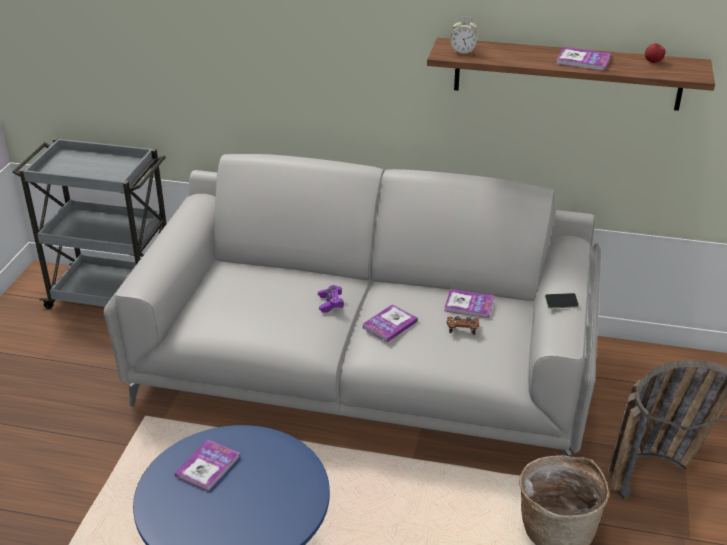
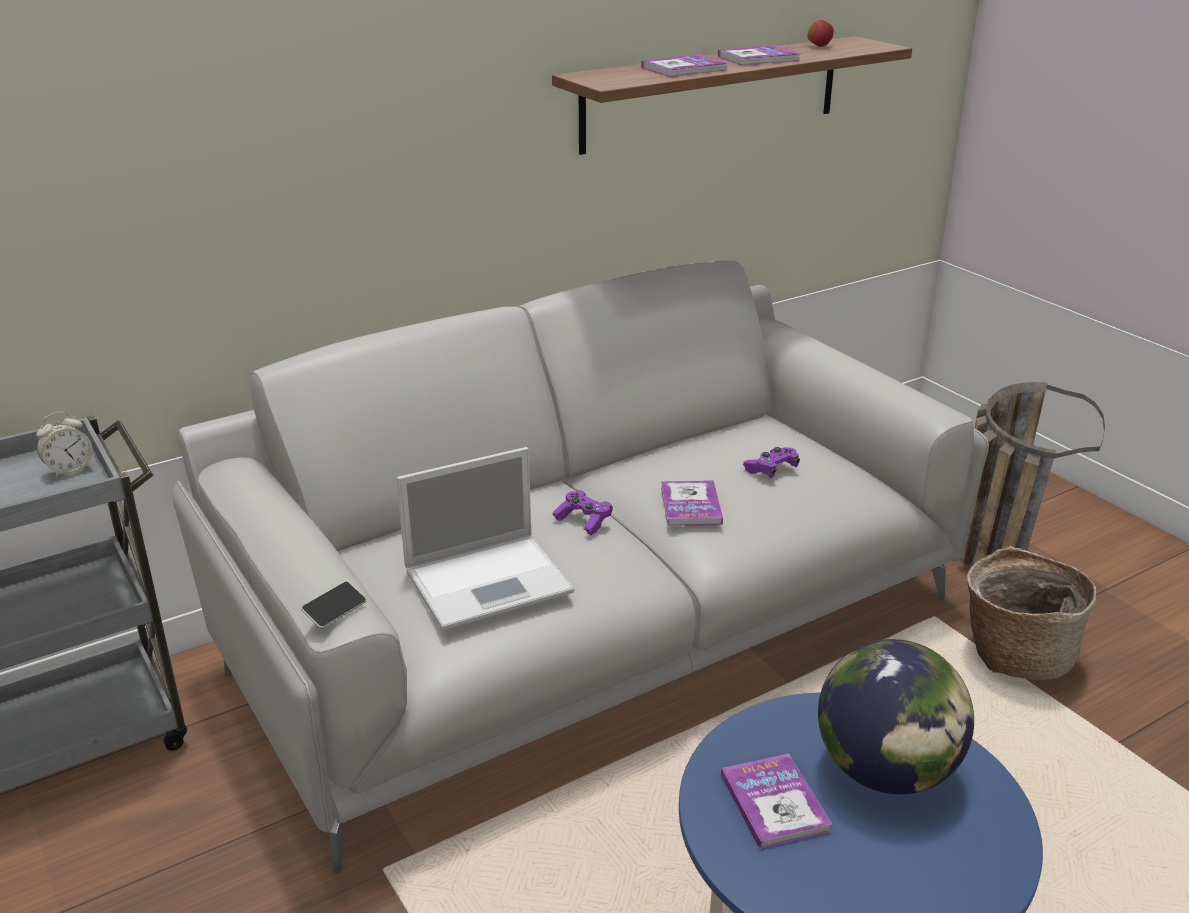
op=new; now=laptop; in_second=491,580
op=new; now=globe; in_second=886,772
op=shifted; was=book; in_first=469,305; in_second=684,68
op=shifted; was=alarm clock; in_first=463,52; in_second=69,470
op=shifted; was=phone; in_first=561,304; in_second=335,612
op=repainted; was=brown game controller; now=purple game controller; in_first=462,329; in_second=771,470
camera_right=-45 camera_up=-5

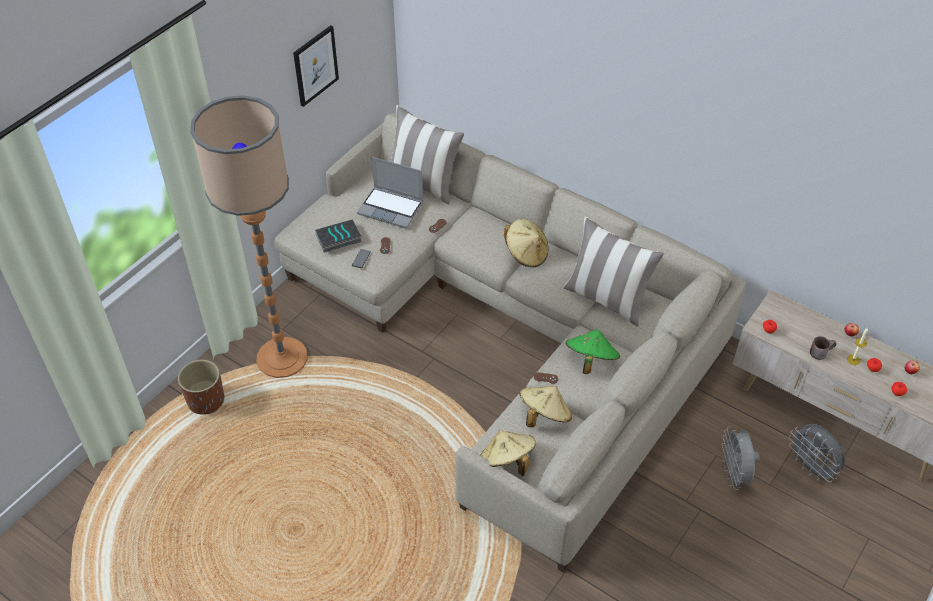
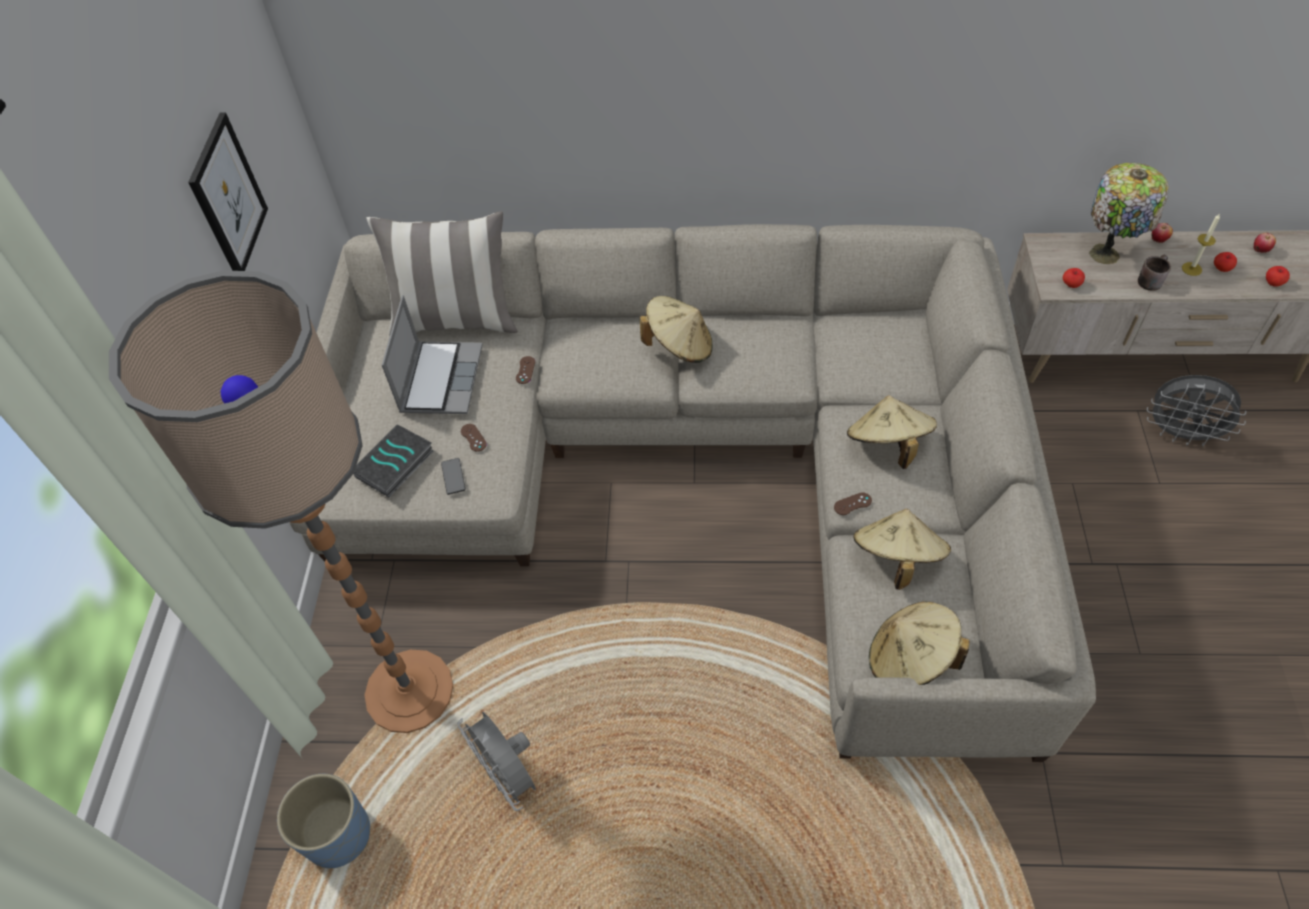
op=gone; was=pillow; in_first=607,299
op=new; now=table lamp; in_second=1107,254
op=shifted; was=grey fan; in_first=734,474; in_second=509,775
op=repainted; was=brown planter; now=blue planter; in_first=206,400; in_second=337,834
op=repainted; was=green hat; now=beige hat; in_first=590,360; in_second=887,445
op=rotated; was=laptop; in_first=391,208; in_second=440,378; clockwise=-75
camera_right=-30 camera_up=5

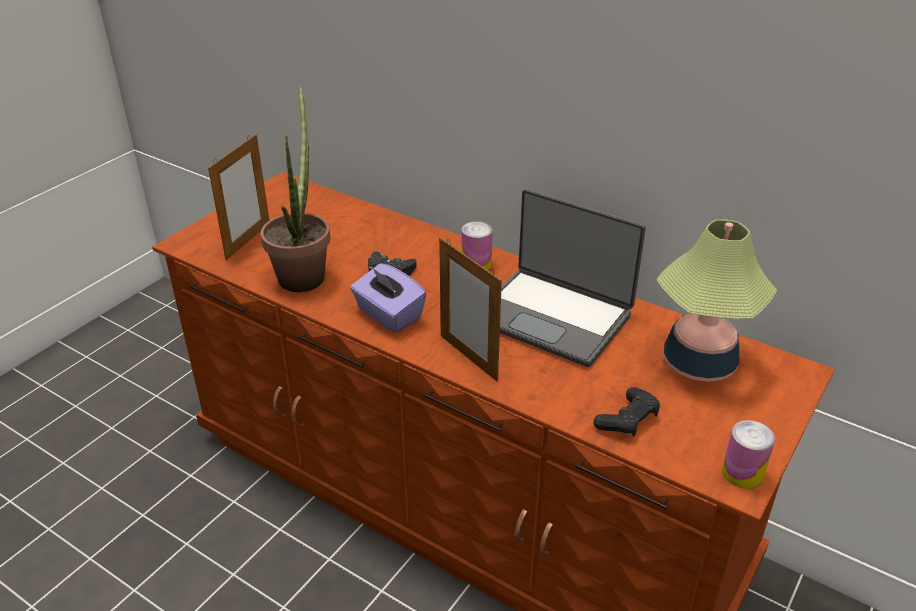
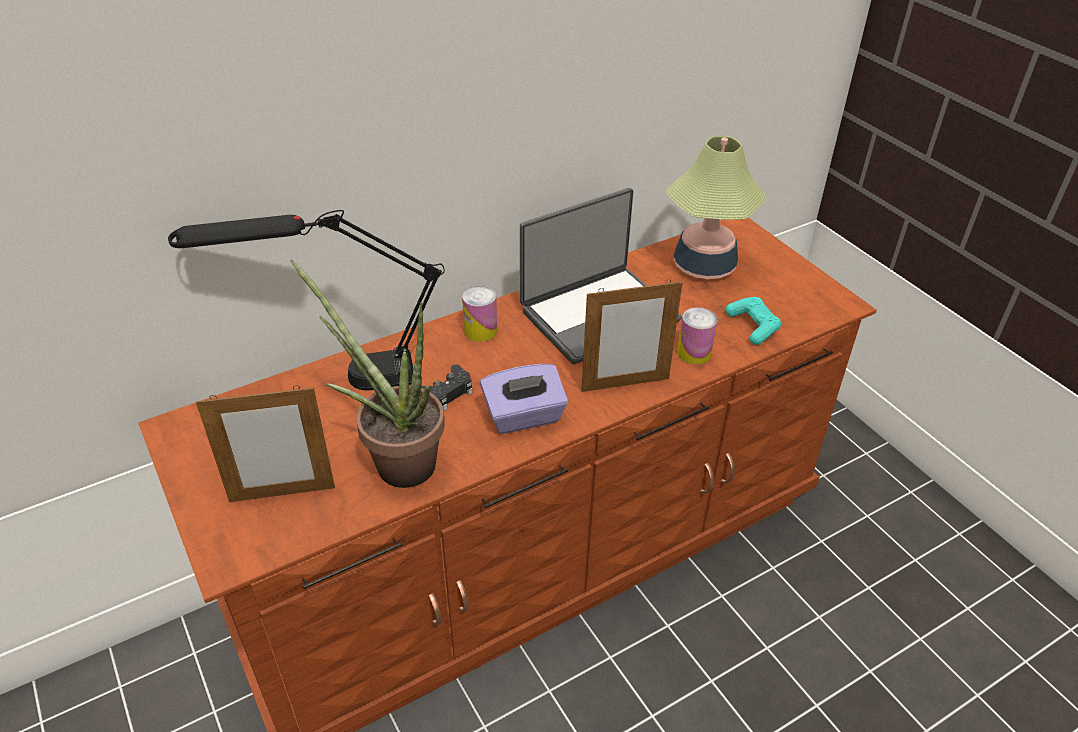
op=new; now=black table lamp; in_second=336,380
op=shifted; was=can; in_first=742,473; in_second=694,353
op=repainted; was=black game controller; now=turquoise game controller; in_first=627,420; in_second=753,326
op=rotated; was=picture frame; in_first=248,240; in_second=282,494; clockwise=120
camera_right=-65 camera_up=5

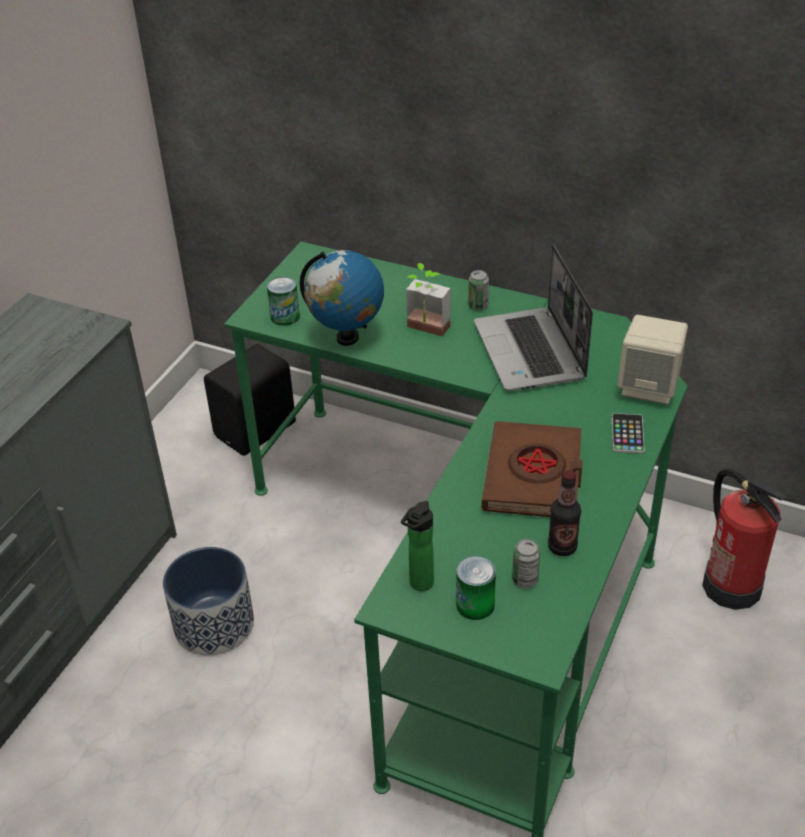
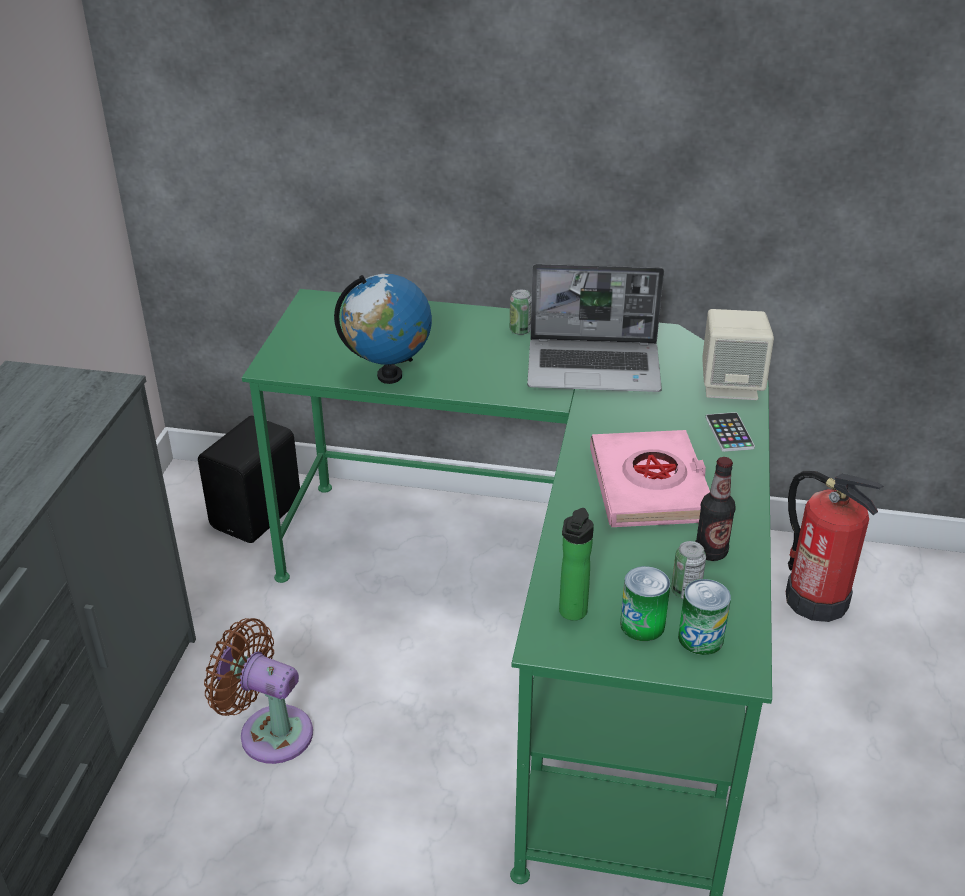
op=gone; was=potted plant; in_first=425,331
op=shifted; was=can; in_first=285,317; in_second=700,638
op=swapped; was=planter; now=brown fan; in_first=214,625; in_second=269,731
op=repainted; was=brown book; now=pink book; in_first=533,476; in_second=650,486
op=rotated; was=laptop; in_first=531,352; in_second=595,368; clockwise=-60
camera_right=-15 camera_up=-5

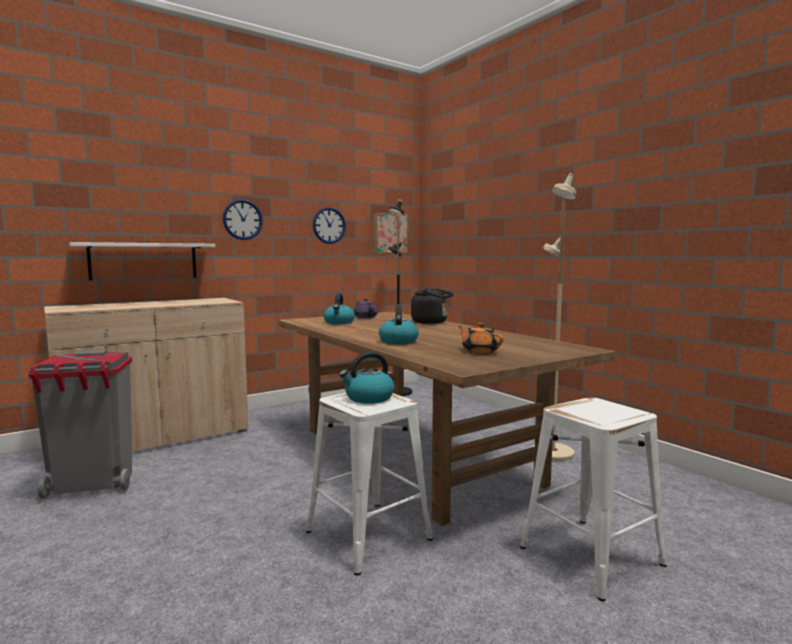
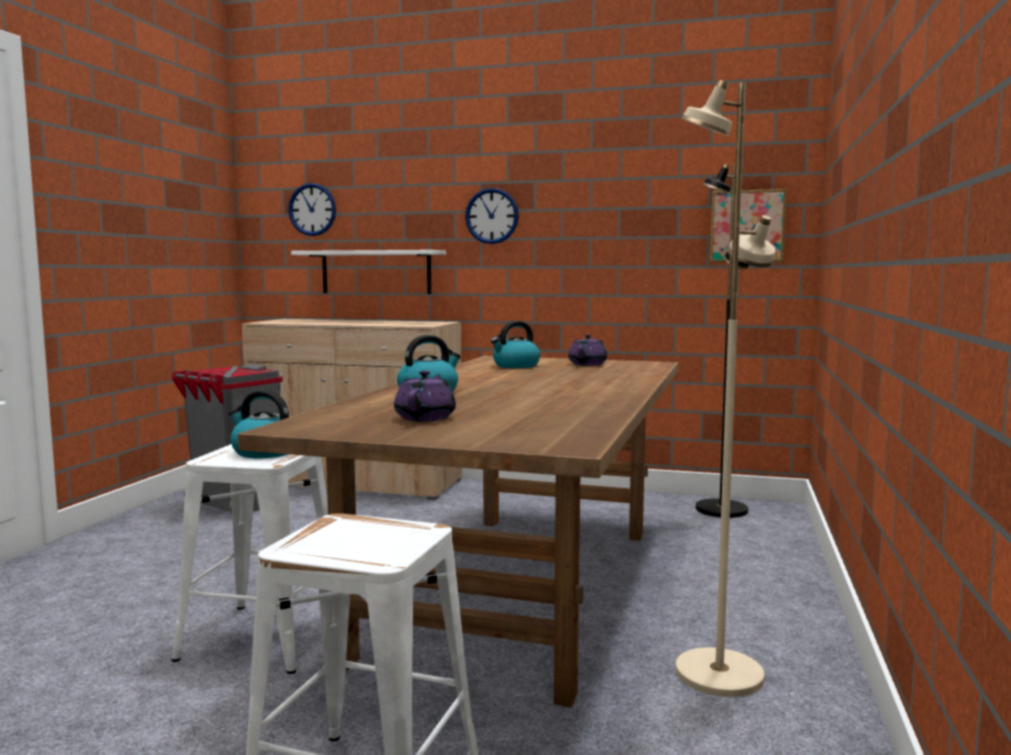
op=gone; was=black kettle; in_first=432,322
op=shifted; was=wall clock; in_first=329,225; in_second=312,209
op=repainted; was=orange teapot; now=purple teapot; in_first=480,351; in_second=426,418
camera_right=50 camera_up=0

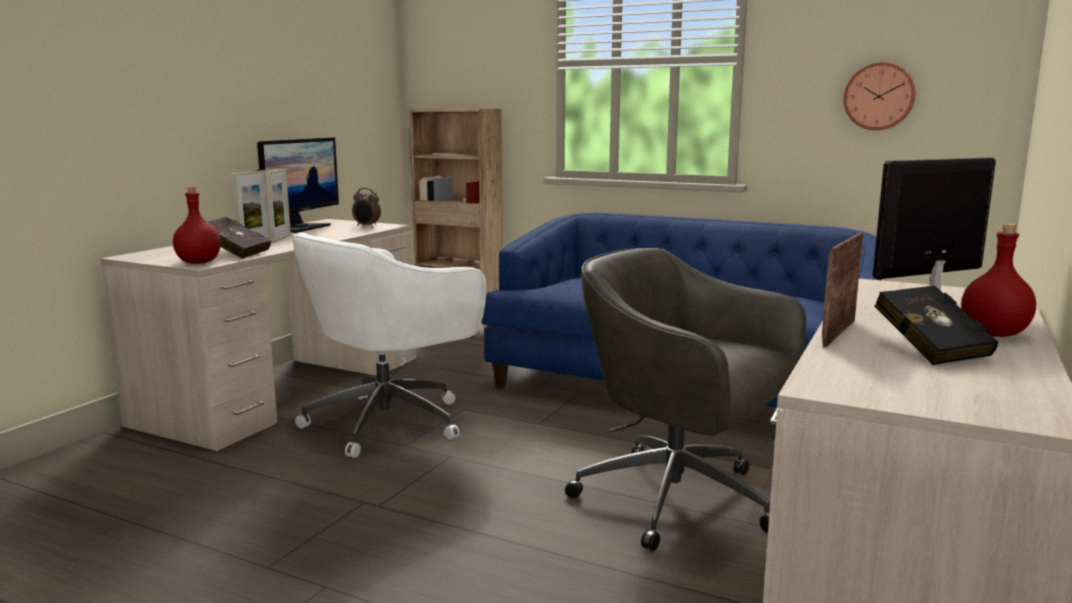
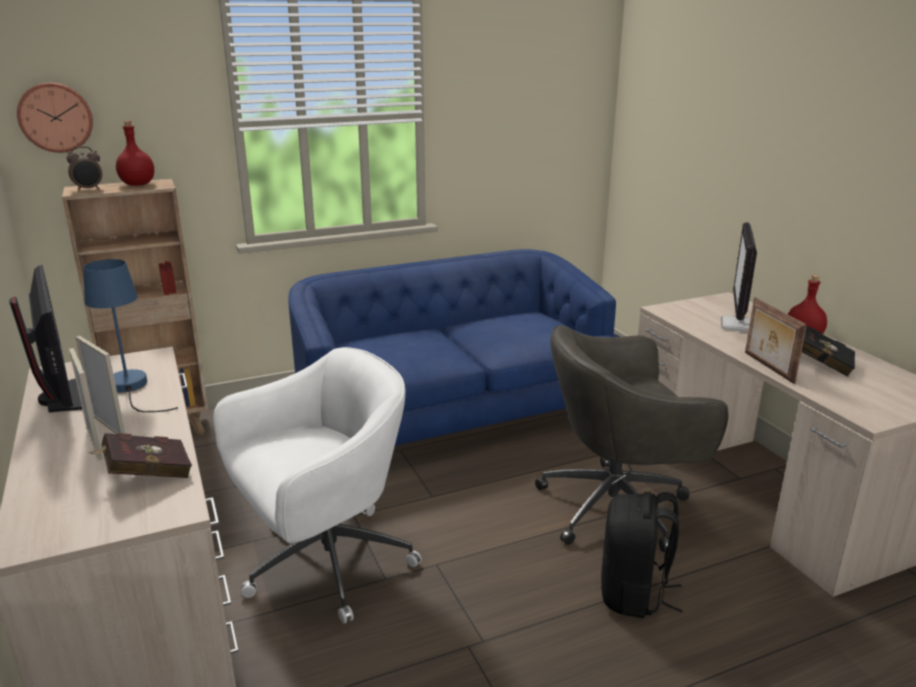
op=new; now=blue table lamp; in_second=131,388
op=new; now=black backpack; in_second=634,594
op=shifted; was=red bottle; in_first=198,262; in_second=138,184
op=shifted; was=alarm clock; in_first=367,226; in_second=89,189
op=shifted; was=wall clock; in_first=879,96; in_second=55,117
op=rotated; was=white office chair; in_first=390,421; in_second=324,564; clockwise=-120
camera_right=-50 camera_up=10

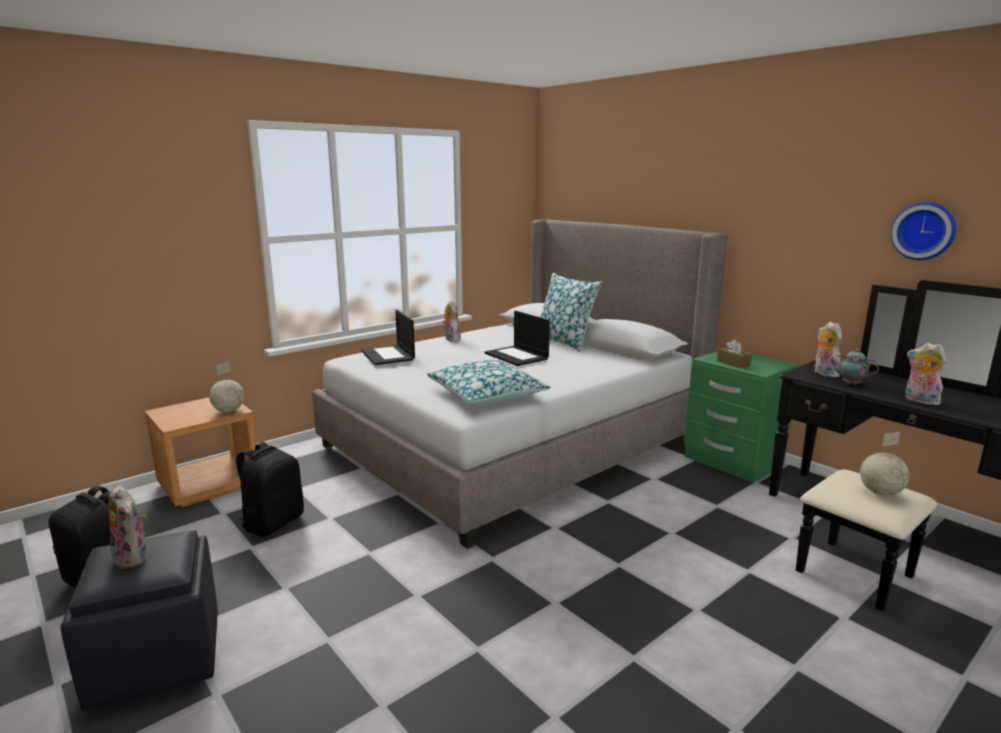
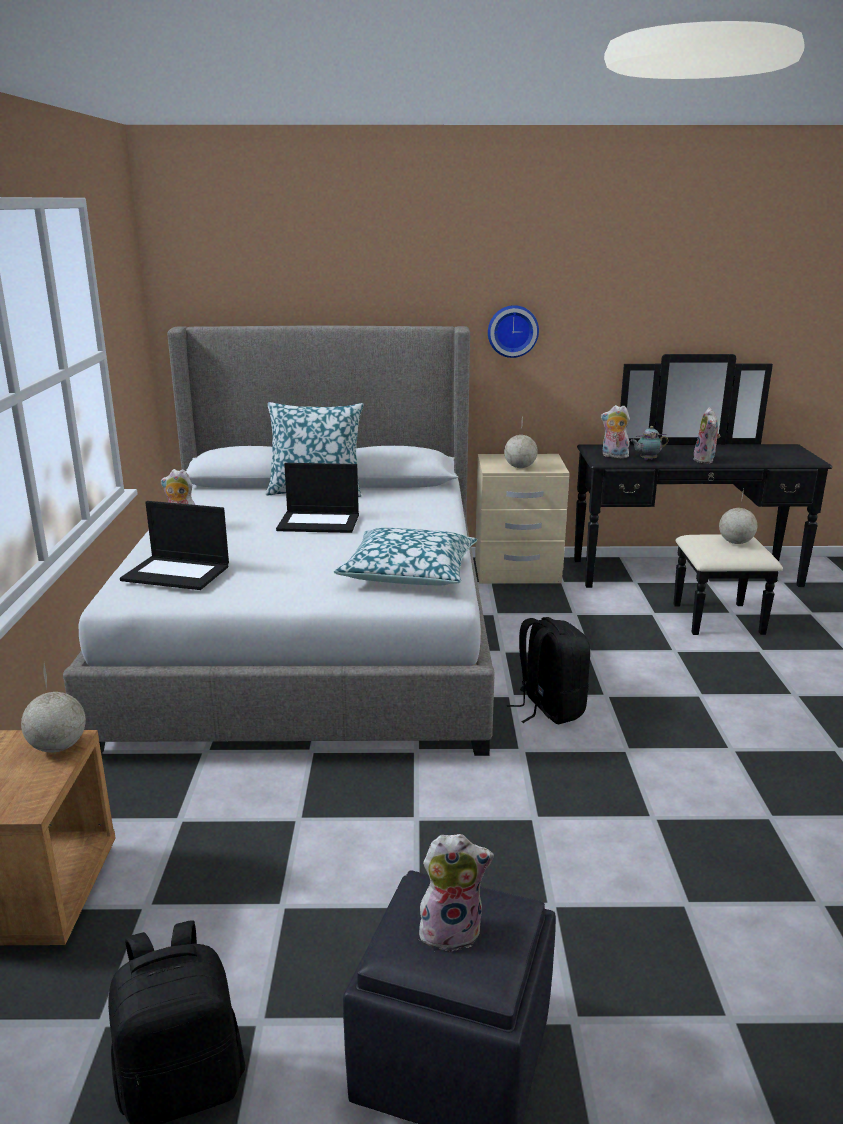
op=shifted; was=black backpack; in_first=273,522; in_second=548,708
op=shifted; was=wall clock; in_first=924,231; in_second=512,331
op=swapped; was=brown tissue box; now=globe; in_first=733,363; in_second=520,467
op=repainted; was=green nightstand; now=beige nightstand; in_first=732,461; in_second=517,571
op=rotated; was=plush toy; in_first=919,401; in_second=705,460; clockwise=-90
camera_right=-50 camera_up=5

